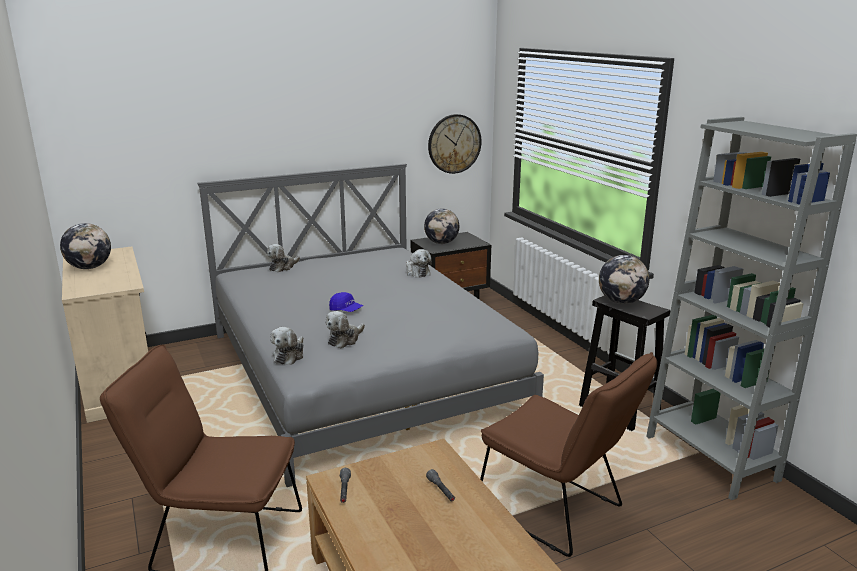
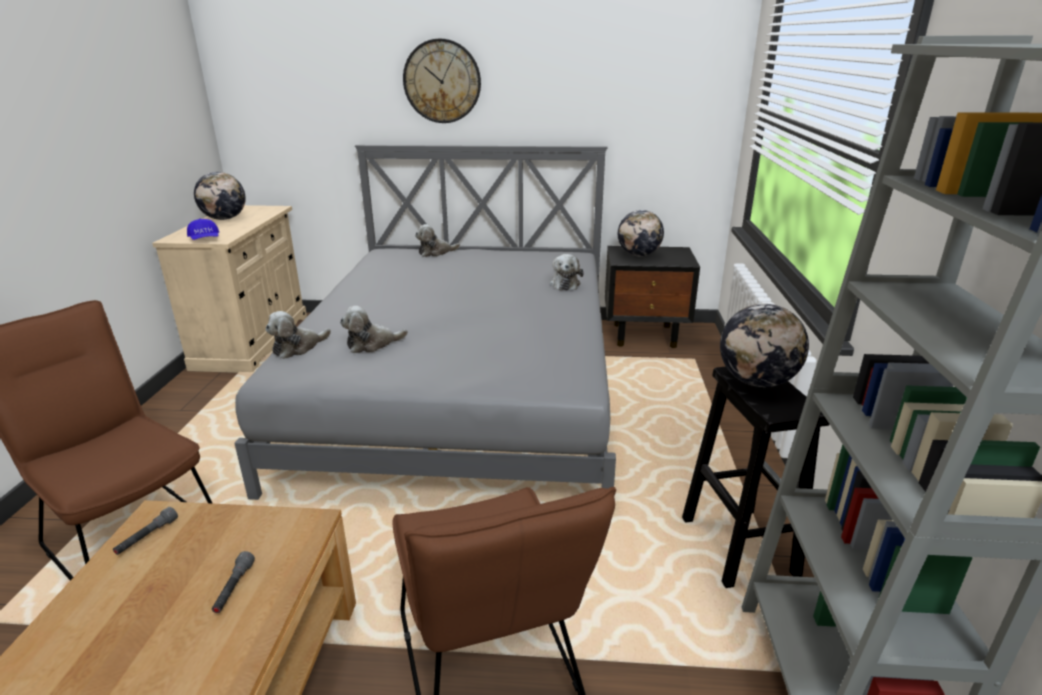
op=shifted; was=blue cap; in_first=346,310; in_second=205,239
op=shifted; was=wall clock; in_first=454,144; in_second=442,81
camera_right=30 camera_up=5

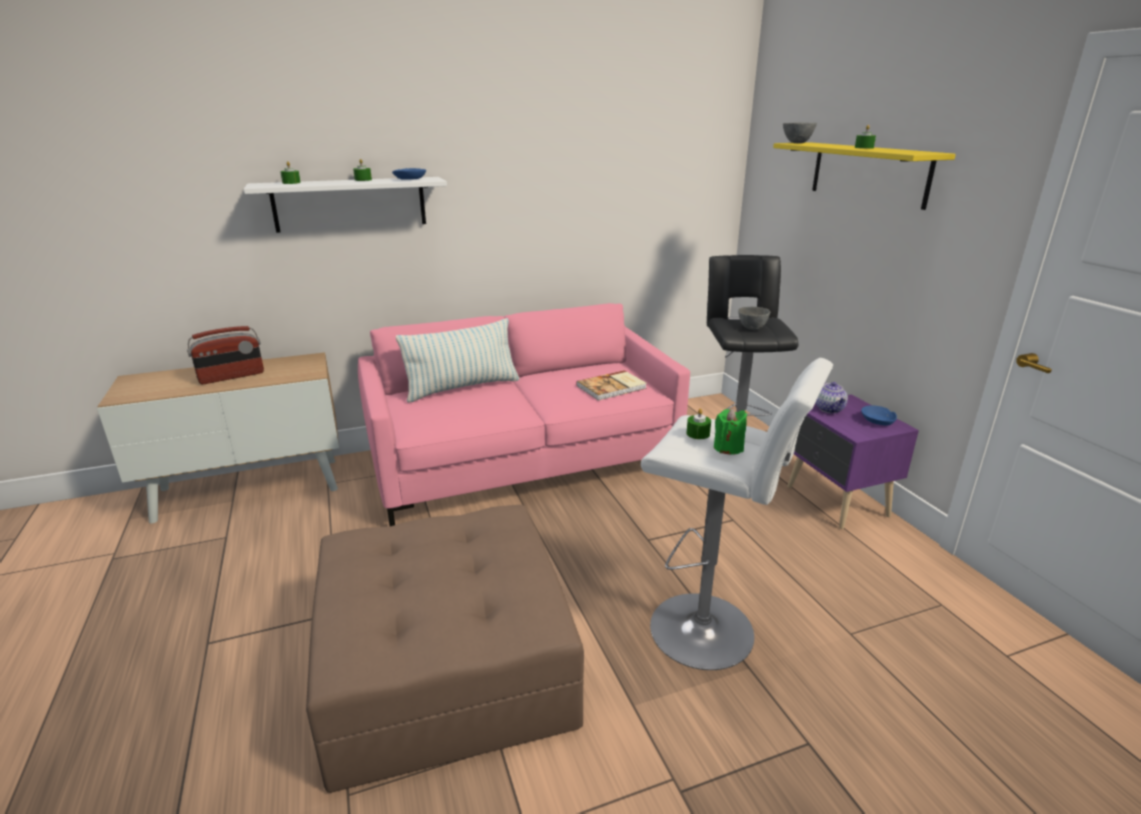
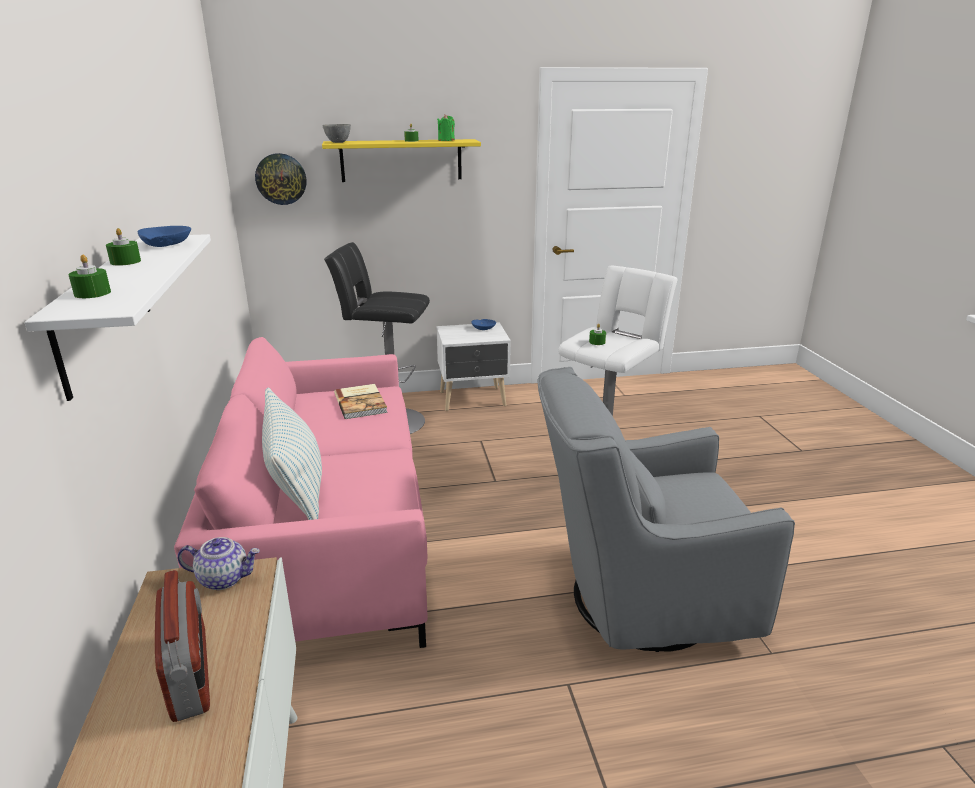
op=gone; was=grey bowl; in_first=752,329
op=new; now=wall clock; in_second=281,179
op=shifted; was=green candle; in_first=728,448; in_second=446,140
op=shifted; was=teapot; in_first=830,409; in_second=224,578
op=swapped; was=brown ottoman; now=grey armchair; in_first=447,662; in_second=636,599
op=repainted; was=purple nightstand; now=white nightstand; in_first=836,502; in_second=473,399
camera_right=-80 camera_up=0

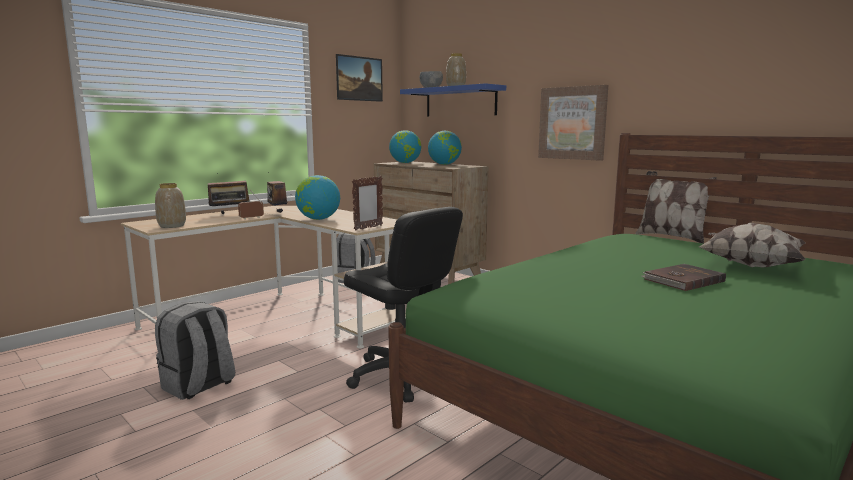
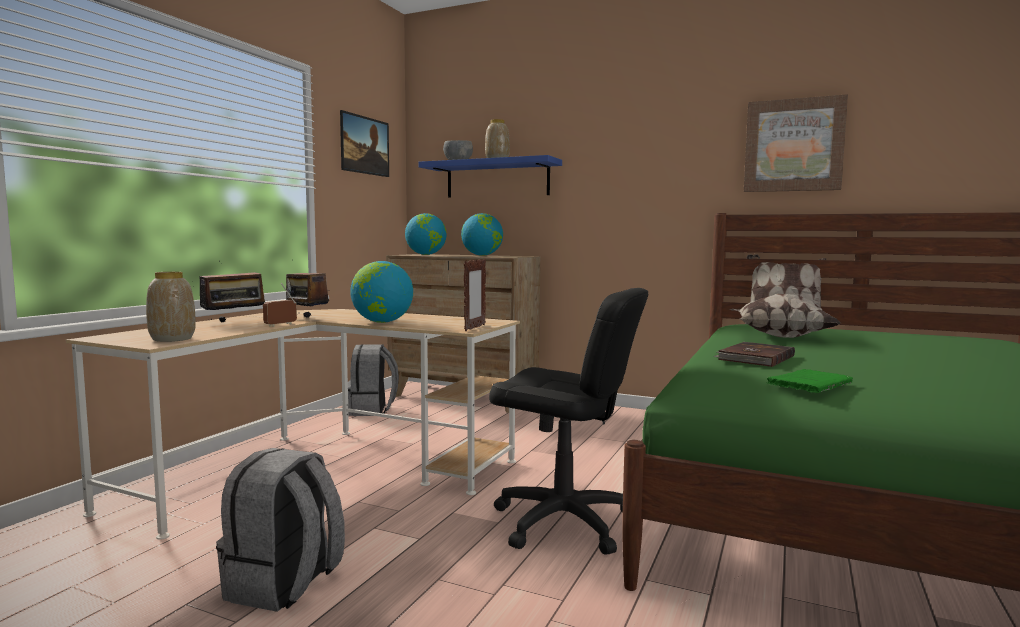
op=new; now=green book; in_second=811,384
op=shifted; was=picture; in_first=572,123; in_second=793,145
op=shifted; was=brown book; in_first=682,280; in_second=754,358
op=shifted; was=pillow; in_first=749,265; in_second=779,336
camera_right=-20 camera_up=-5

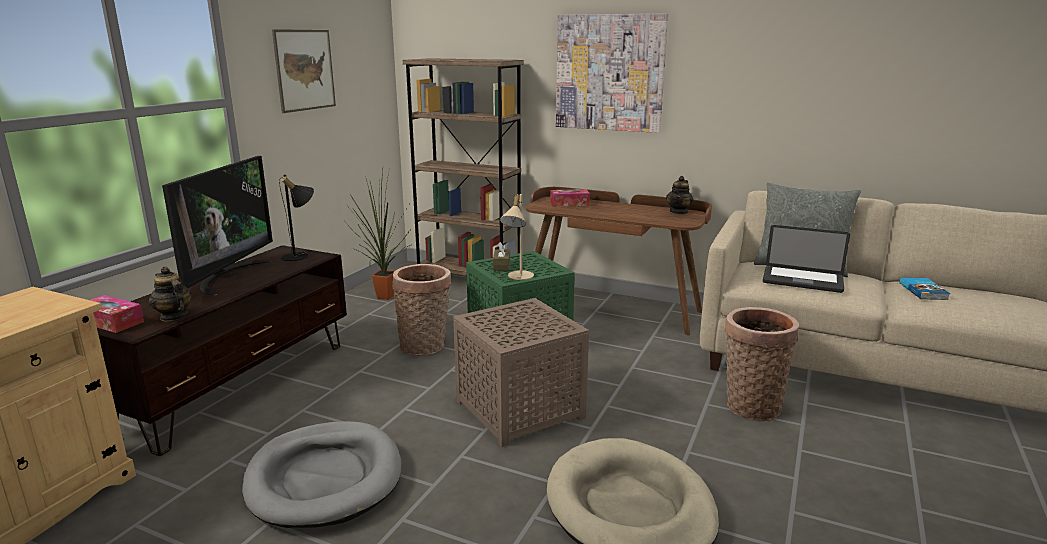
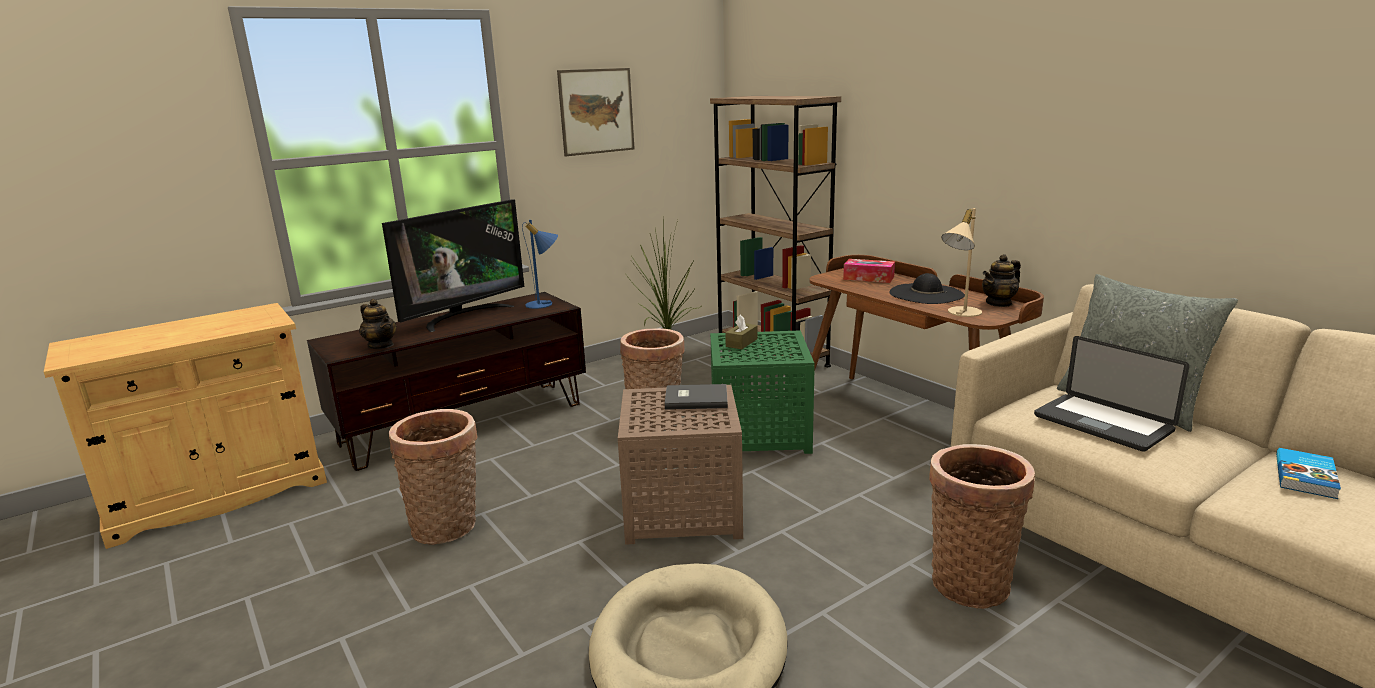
op=gone; was=tissue box; in_first=111,322
op=gone; was=picture; in_first=609,73
op=new; now=grey book; in_second=695,398
op=new; now=black hat; in_second=926,294
op=shifted; was=beige table lamp; in_first=517,277; in_second=959,313
op=swapped; was=grey dog bed; now=basket; in_first=325,478; in_second=448,527
op=repainted; was=black table lamp; now=blue table lamp; in_first=300,256; in_second=544,304
op=rotated; was=teapot; in_first=173,316; in_second=381,345; clockwise=150
camera_right=30 camera_up=0

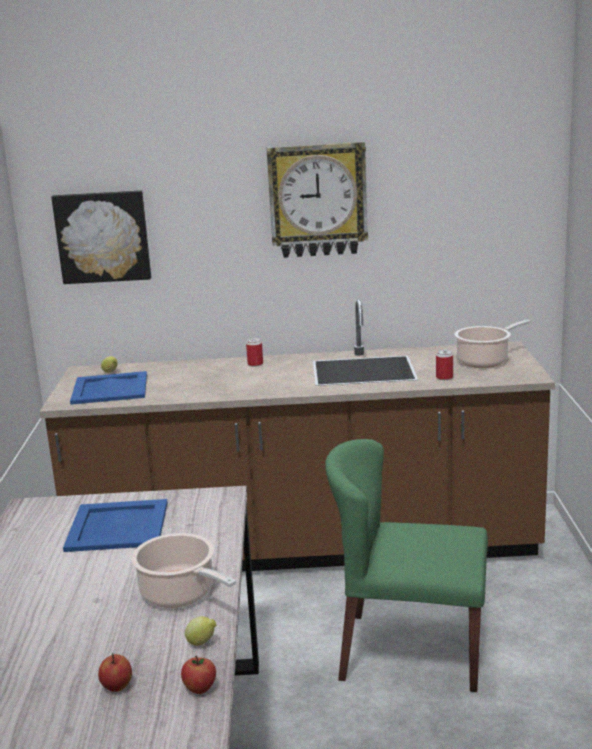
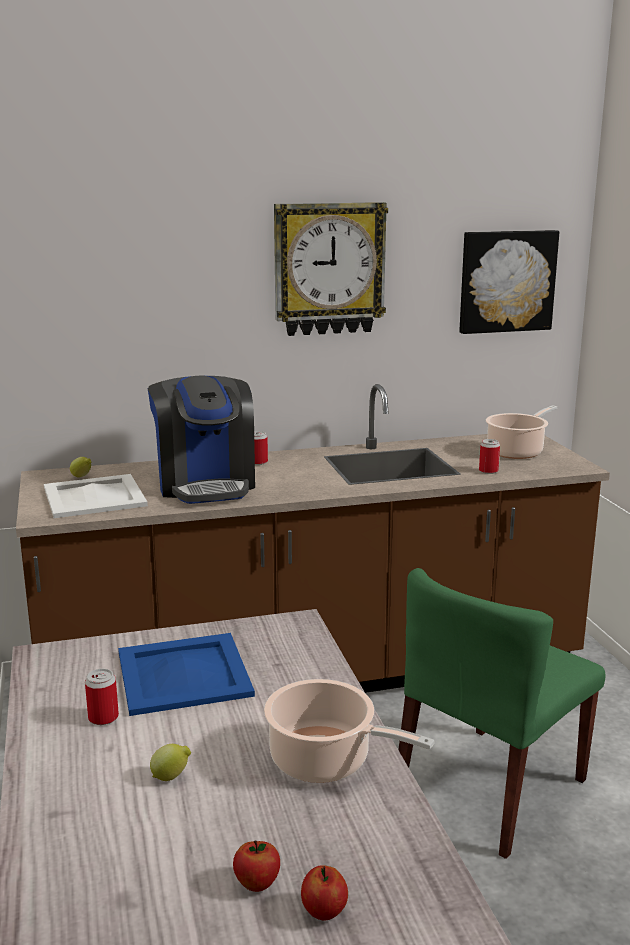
op=new; now=can; in_second=103,718
op=new; now=coffee machine; in_second=205,484
op=shifted; was=picture; in_first=103,236; in_second=506,281
op=shifted; was=apple; in_first=200,689; in_second=257,884
op=shifted; was=lemon; in_first=202,643; in_second=171,777
op=repainted; was=blue tray; now=white tray; in_first=110,389; in_second=95,497
op=rotated; was=green chair; in_first=410,651; in_second=490,788; clockwise=-45
camera_right=-15 camera_up=0

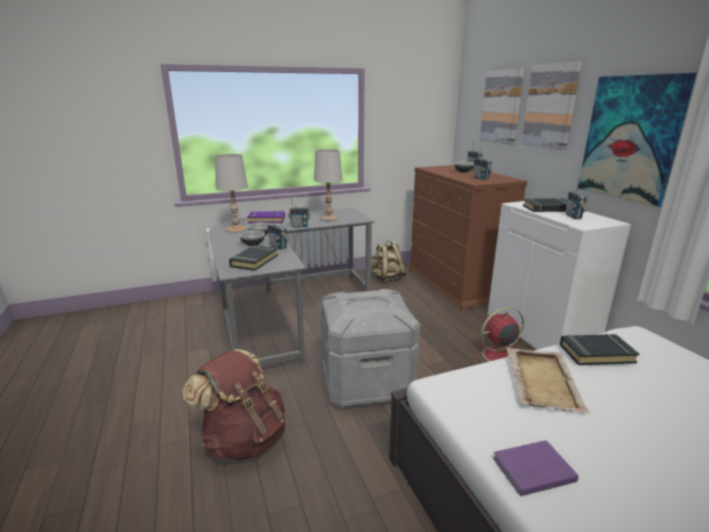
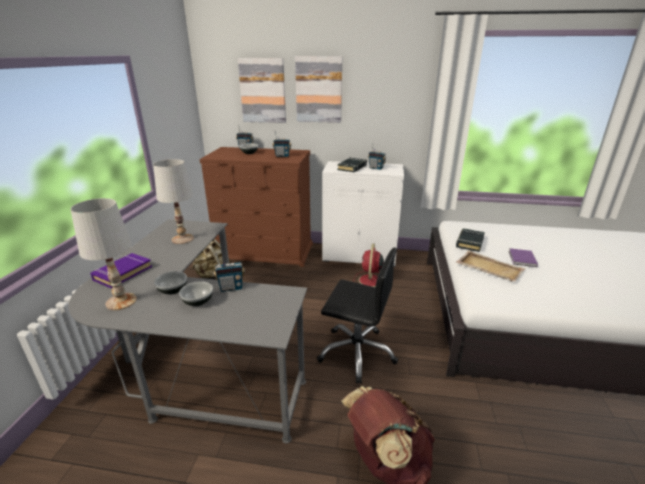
op=gone; was=black book; in_first=254,261
op=gone; was=radio; in_first=299,226
op=gone; was=picture; in_first=630,138
op=shifted; was=purple book; in_first=531,469; in_second=521,259
op=swapped; was=grey storage box; now=black office chair; in_first=366,382; in_second=357,352
camera_right=-60 camera_up=5

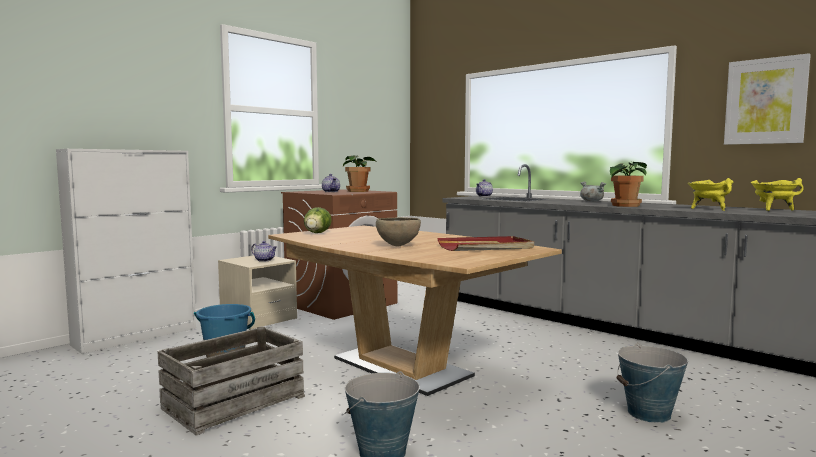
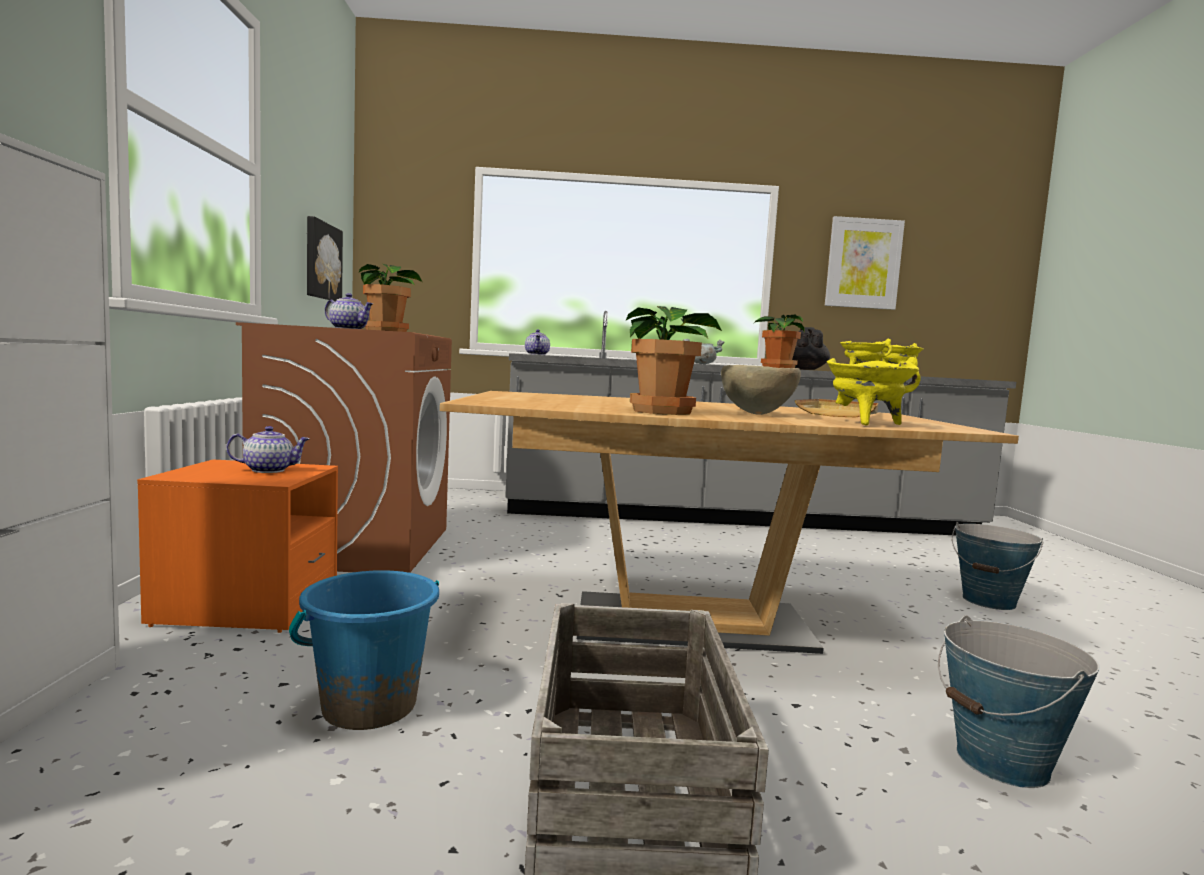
op=gone; was=lettuce; in_first=316,233
op=new; now=picture; in_second=321,261
op=new; now=potted plant; in_second=661,411
op=new; now=black teapot; in_second=805,369
op=new; now=yellow cooking pot; in_second=866,423
op=repainted; was=beige nightstand; now=orange nightstand; in_first=258,319; in_second=247,606
op=repainted; was=red tray; now=beige tray; in_first=486,247; in_second=840,413
camera_right=-45 camera_up=0

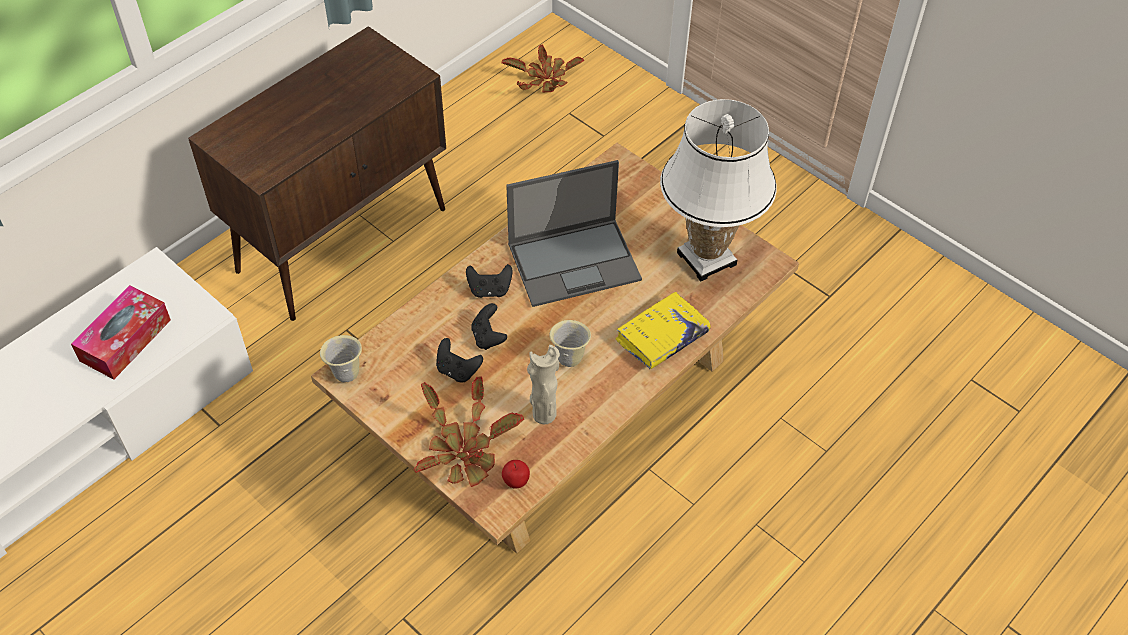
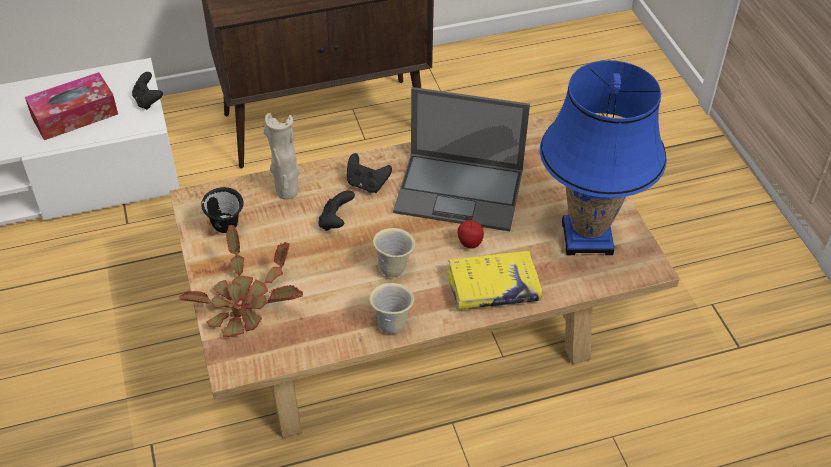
op=gone; was=potted plant; in_first=544,80
op=new; now=black mug; in_second=227,229
op=shifted; was=beige mug; in_first=345,372; in_second=392,324
op=shifted; was=black game controller; in_first=457,370; in_second=148,101
op=shifted; was=apple; in_first=516,483; in_second=469,245
op=shifted; was=beige vase; in_first=543,413; in_second=287,191
op=repainted; was=white table lamp; now=blue table lamp; in_first=706,258; in_second=586,237
camera_right=30 camera_up=-5

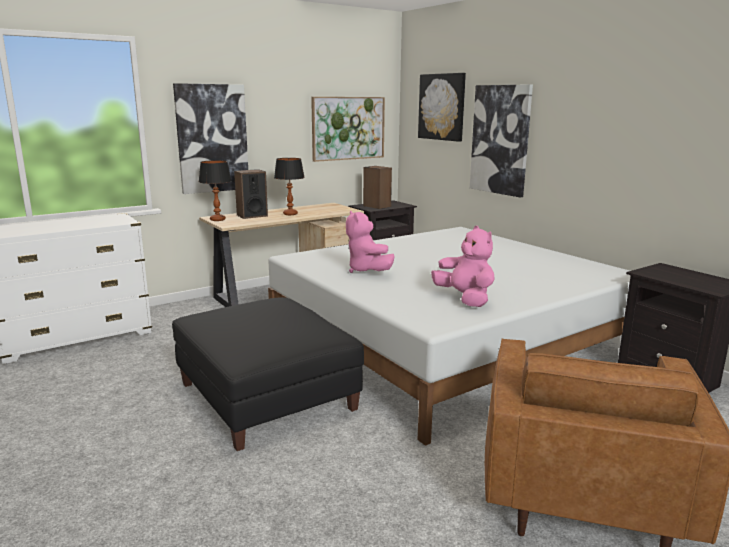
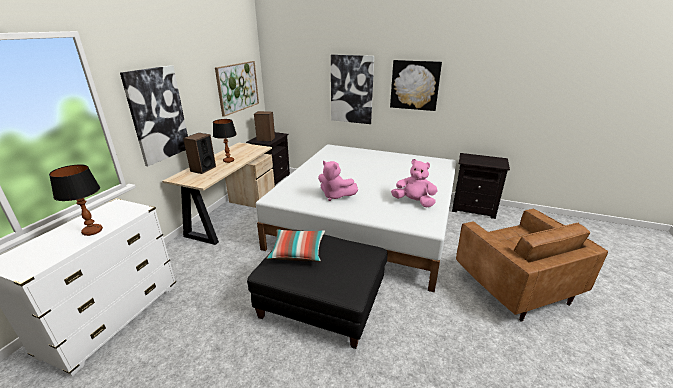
op=new; now=pillow; in_second=297,252
op=shifted; was=table lamp; in_first=217,219; in_second=92,231
op=shifted; was=picture; in_first=442,107; in_second=415,85
camera_right=-35 camera_up=10

